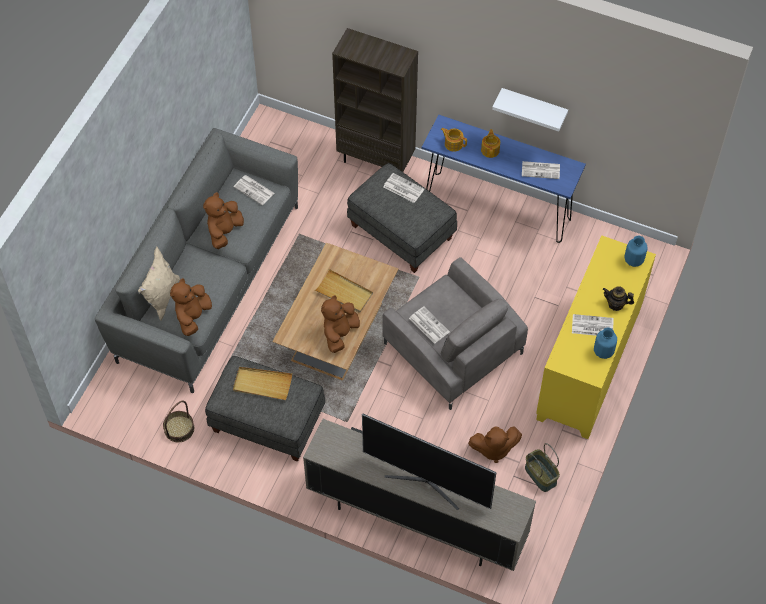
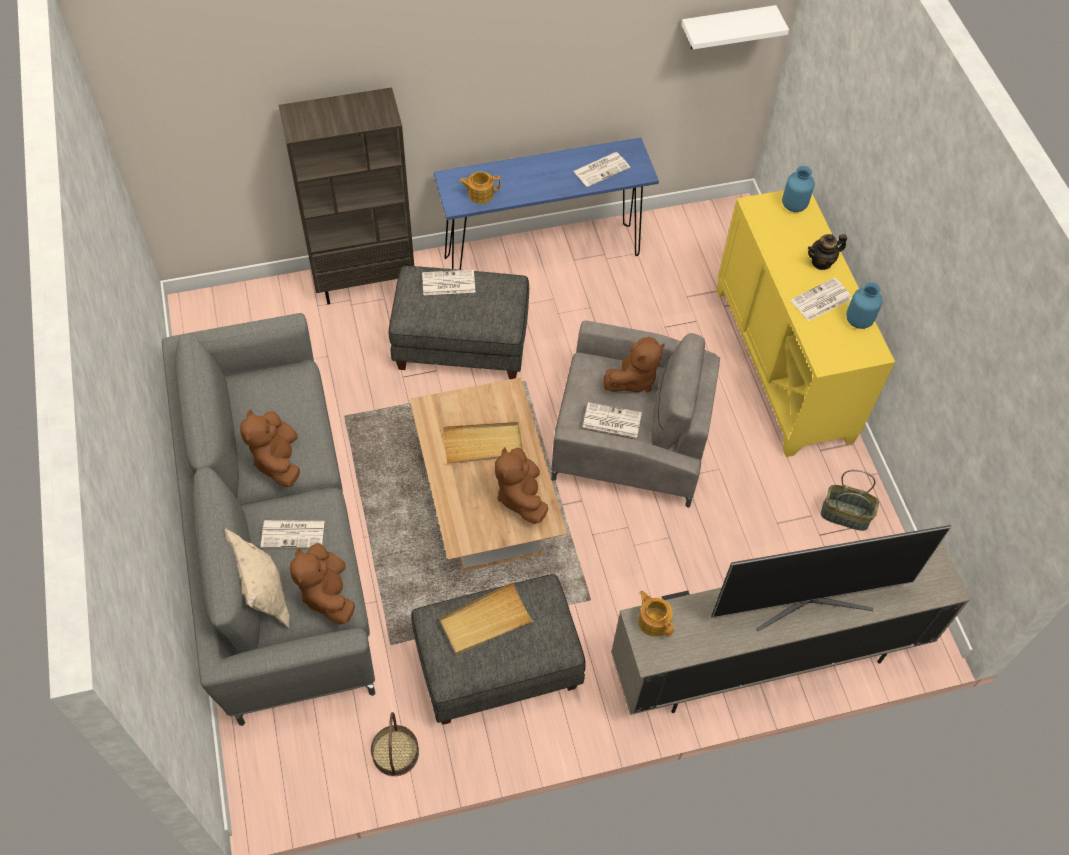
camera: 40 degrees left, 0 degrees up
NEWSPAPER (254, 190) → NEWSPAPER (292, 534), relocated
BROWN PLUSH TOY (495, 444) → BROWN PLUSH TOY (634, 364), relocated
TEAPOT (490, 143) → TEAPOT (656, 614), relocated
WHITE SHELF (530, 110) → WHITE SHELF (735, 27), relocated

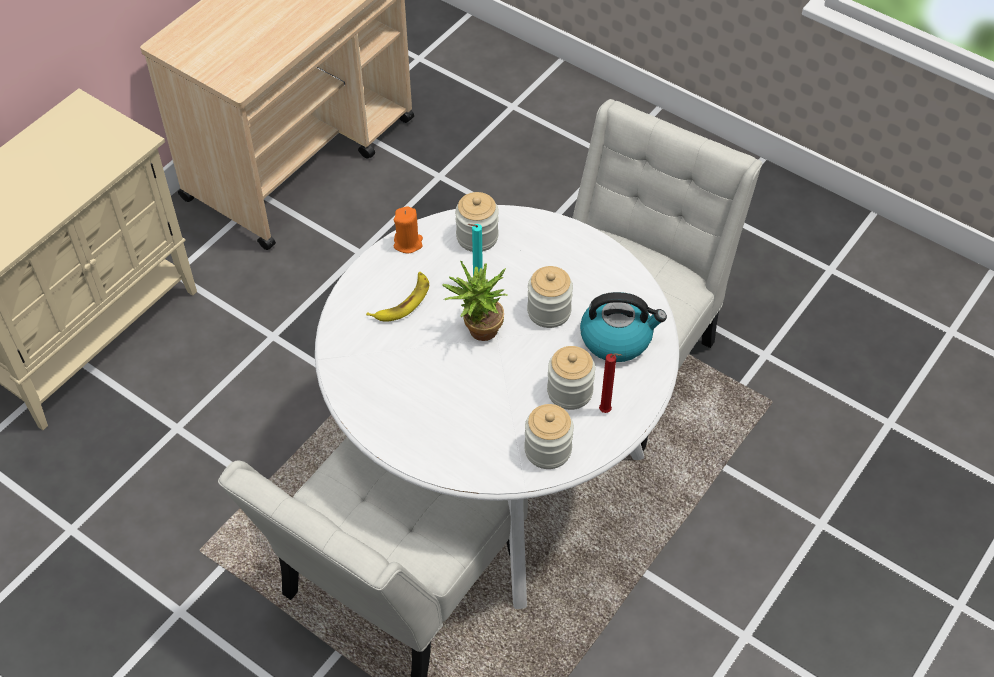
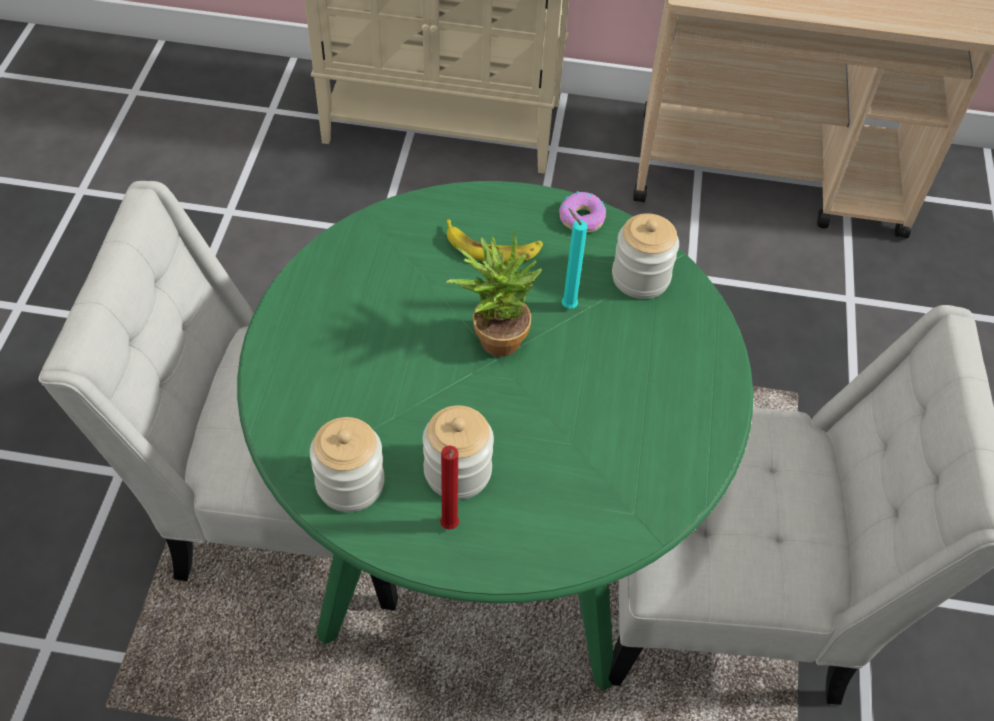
camera: 60 degrees right, 0 degrees up
WHITE DINING TABLE (497, 407) → GREEN DINING TABLE (495, 436)
ORANGE CANDLE (408, 229) → DONUT (582, 211)
JAR (550, 297) → -
KETTLE (623, 327) → -

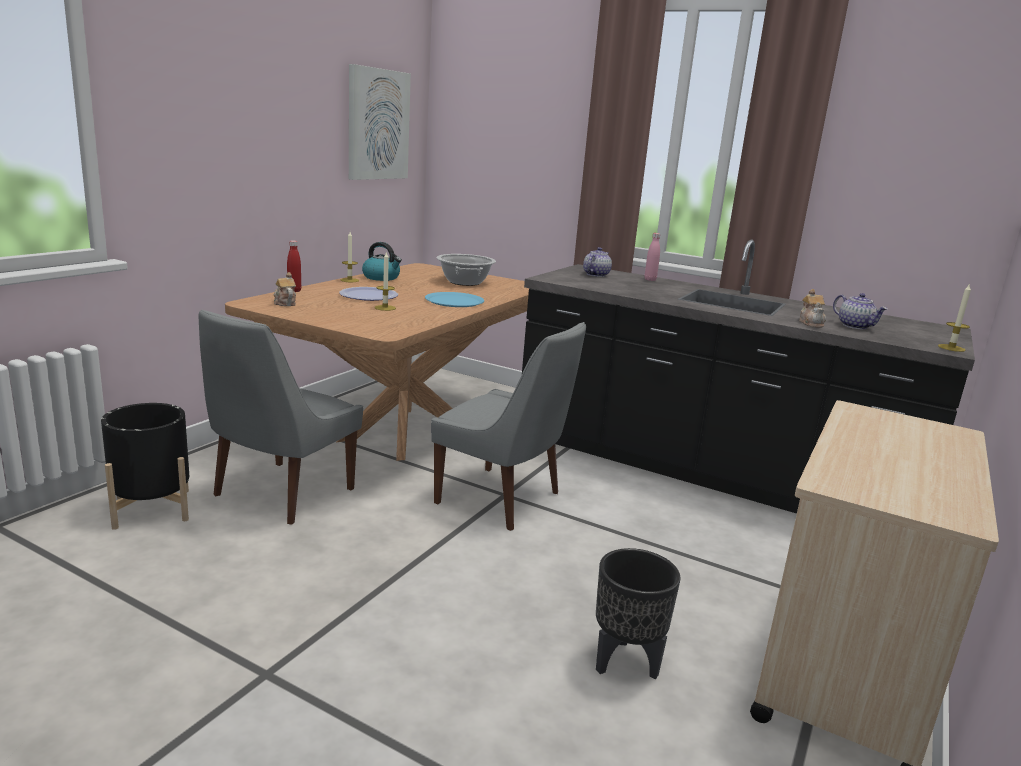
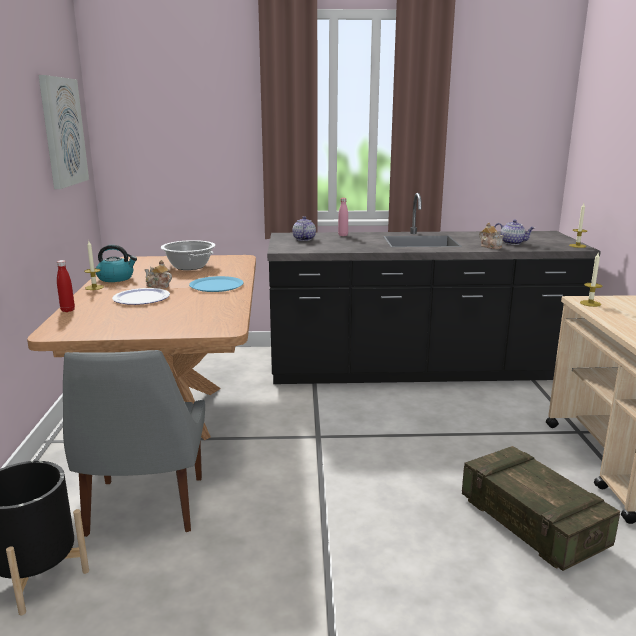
camera: 30 degrees left, 0 degrees up
TEAPOT (285, 289) → TEAPOT (158, 274), relocated
CANDLE (385, 281) → CANDLE (591, 280), relocated
GREY CHAIR (508, 426) → -
BLACK PLANTER (638, 613) → CRATE (541, 508)

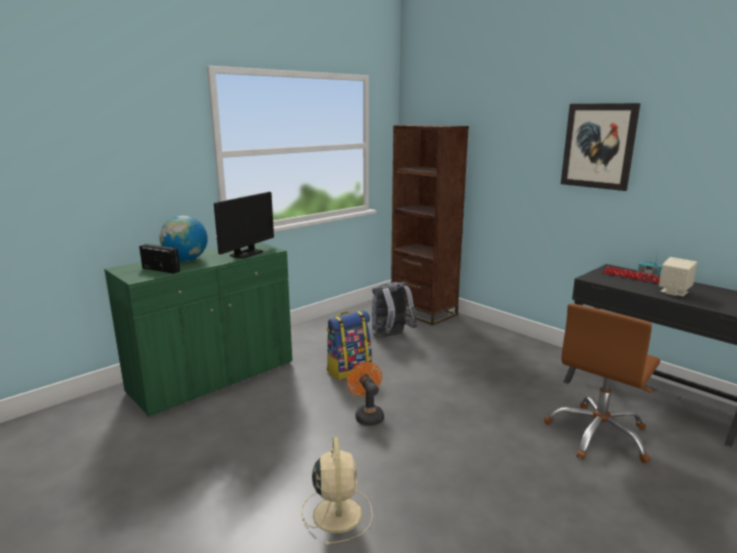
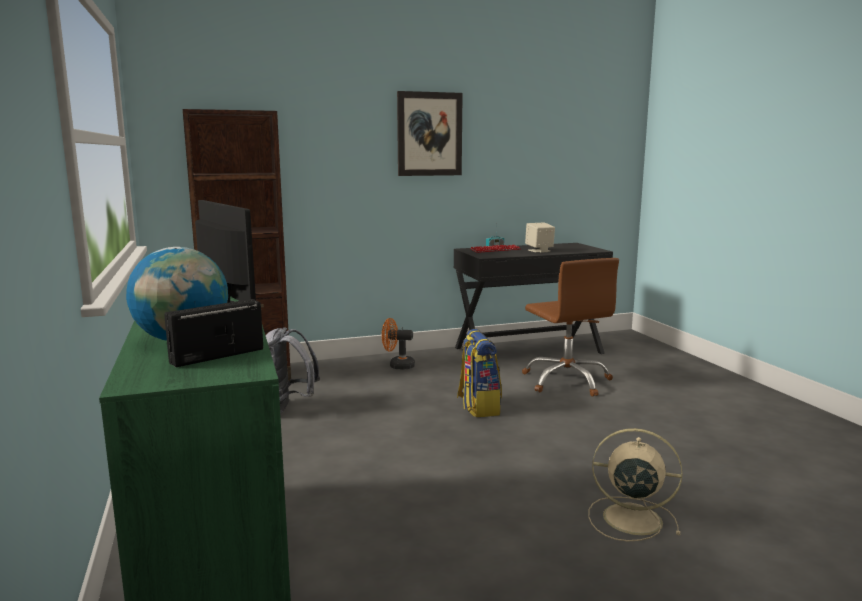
camera: 65 degrees left, 5 degrees down
BACKPACK (349, 345) → BACKPACK (479, 373), relocated
ORANGE FAN (365, 394) → ORANGE FAN (398, 343), relocated

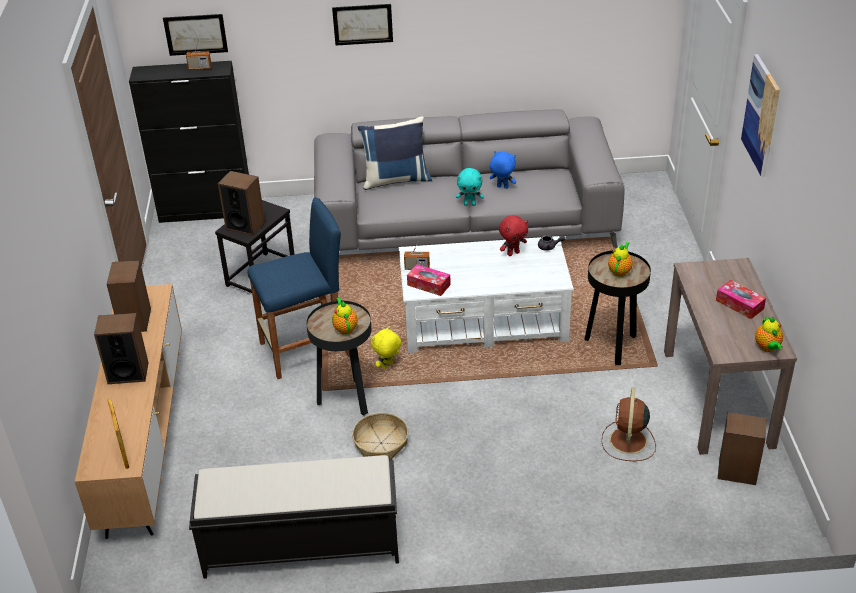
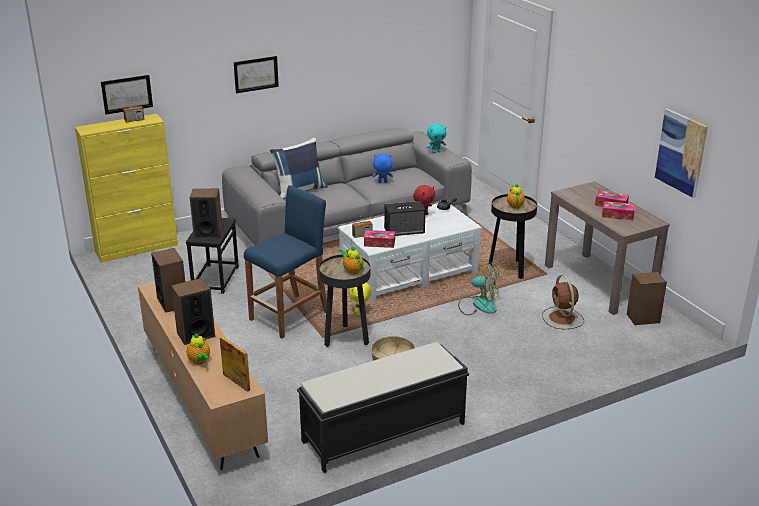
camera: 25 degrees left, 10 degrees down
BLACK CABINET (189, 142) → YELLOW CABINET (126, 188)
TURQUOISE PLUSH TOY (470, 187) → TURQUOISE PLUSH TOY (436, 138), relocated
PICTURE (760, 115) → PICTURE (681, 153), relocated
TEAPOT (769, 334) → TEAPOT (198, 348), relocated
- → SPEAKER (404, 218)
- → FAN (478, 288)
- → TISSUE BOX (618, 210)

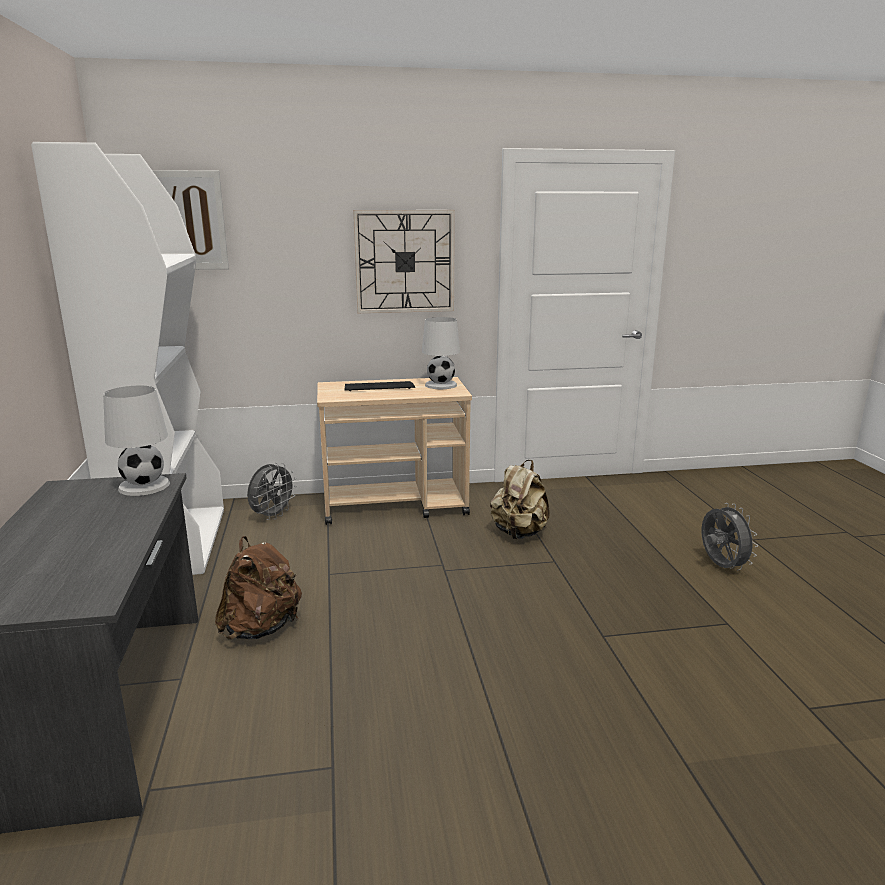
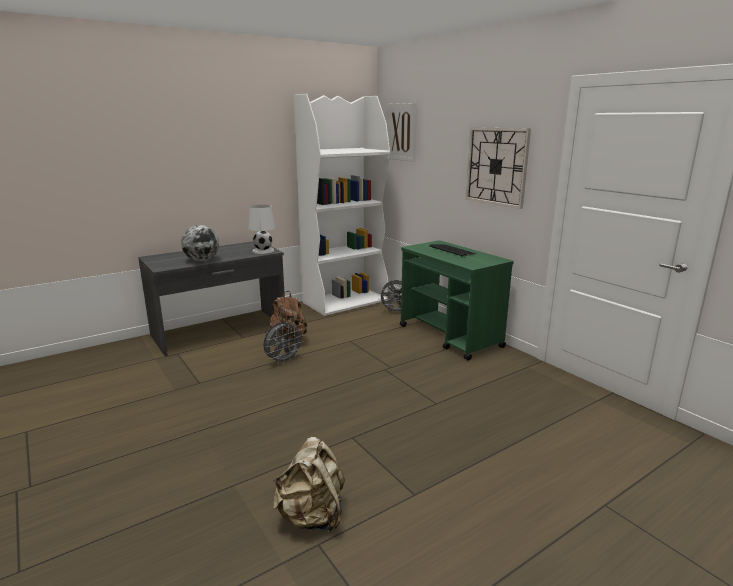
camera: 65 degrees right, 0 degrees up
BEIGE CART (394, 451) → GREEN CART (457, 300)
WHITE TABLE LAMP (441, 353) → -
BEIGE BACKPACK (520, 499) → BEIGE BACKPACK (309, 485), relocated
GREY FAN (729, 536) → GREY FAN (283, 343), relocated
- → GLOBE (200, 243)

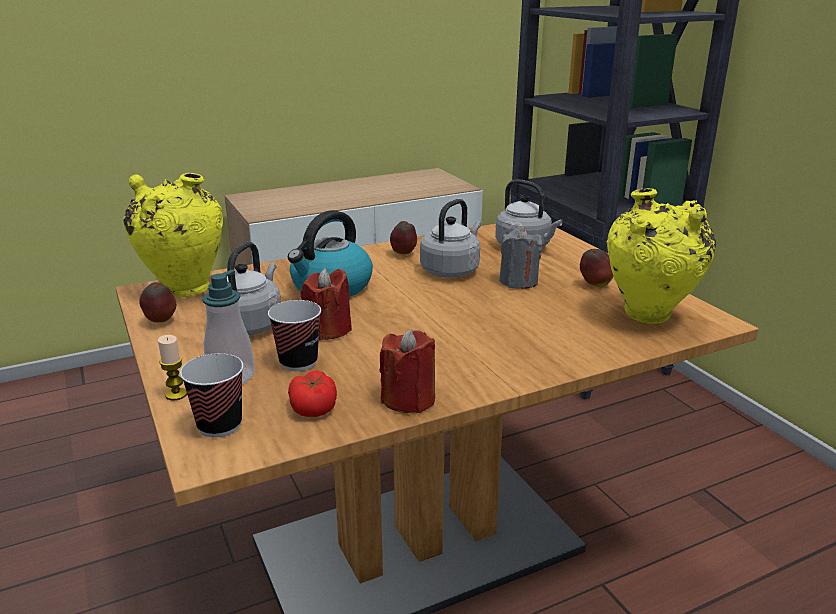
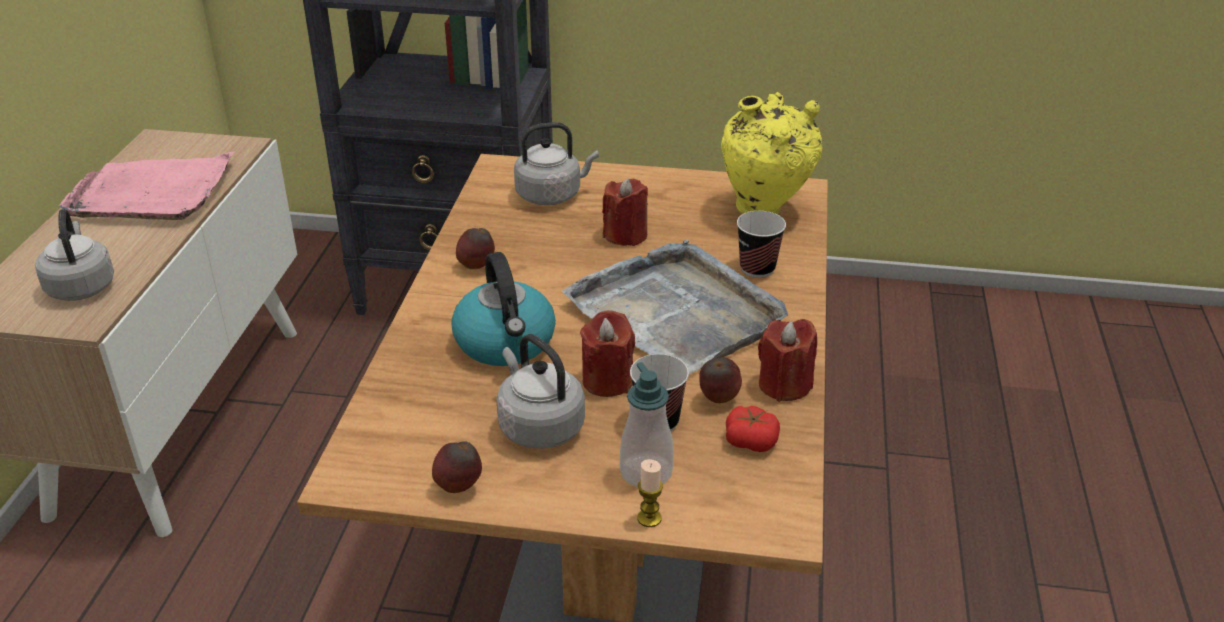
camera: 55 degrees left, 10 degrees up
YELLOW VASE (173, 235) → -
CUP (212, 395) → CUP (761, 244), relocated
GREY KETTLE (450, 238) → GREY KETTLE (74, 255), relocated
GREY CANDLE (521, 258) → RED CANDLE (625, 212)
APPLE (596, 268) → APPLE (720, 380), relocated
- → PINK TRAY (147, 185)
- → GREY TRAY (675, 307)

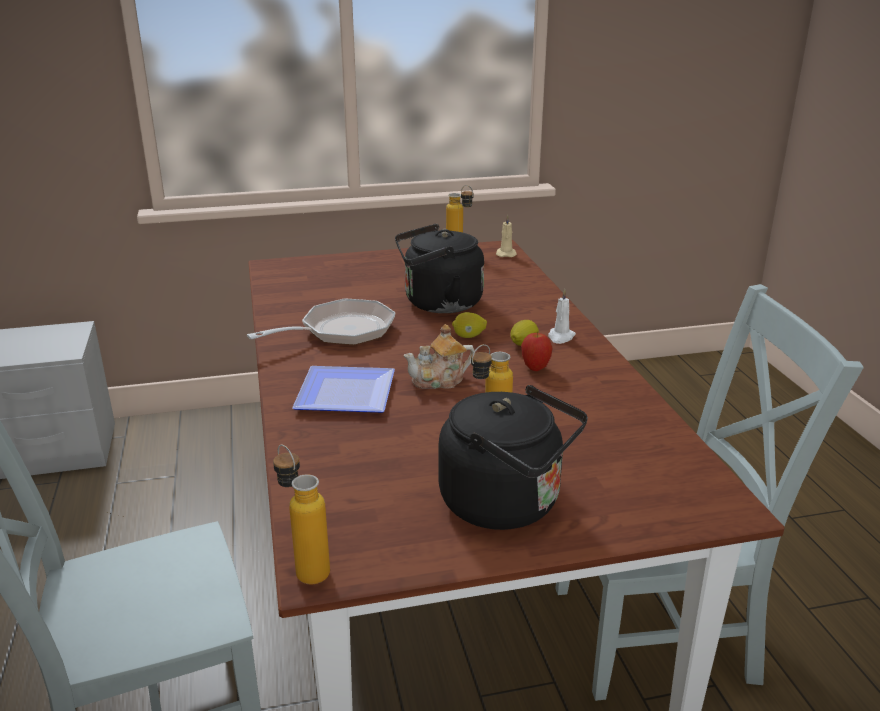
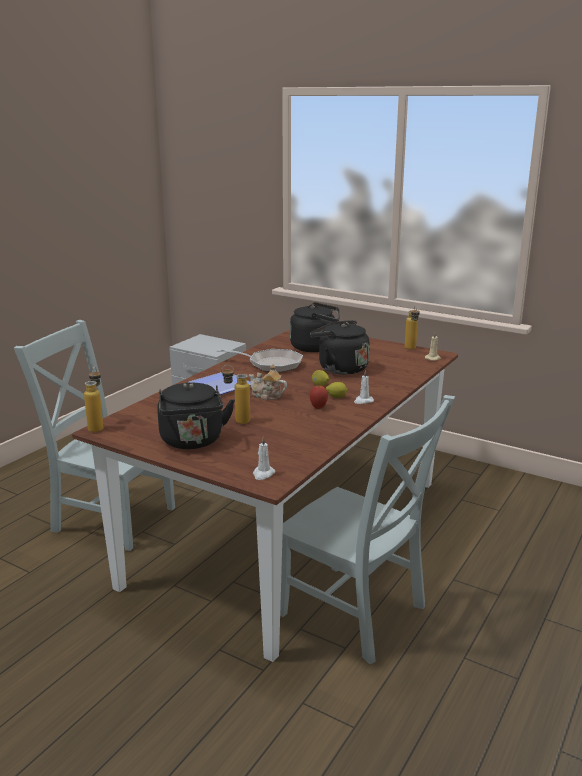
camera: 45 degrees right, 5 degrees down
- → WHITE CANDLE (264, 458)
- → BLACK KETTLE (315, 327)

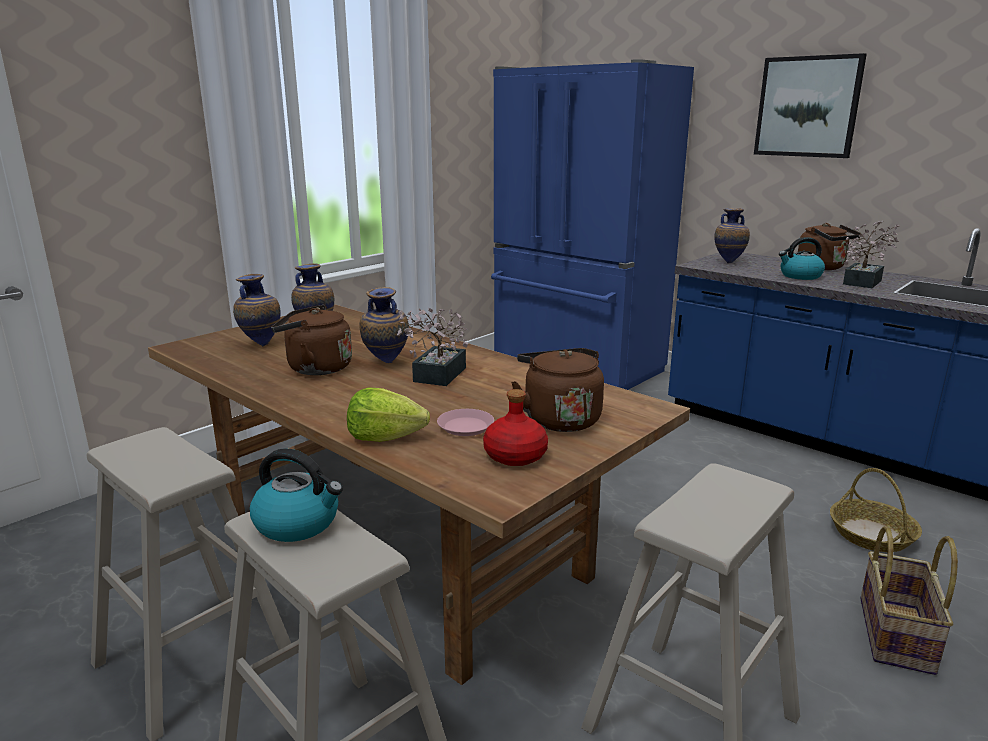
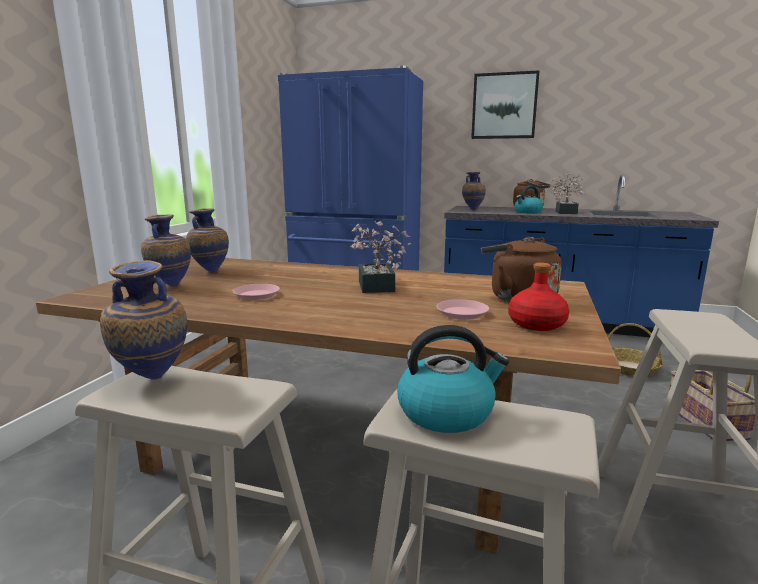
camera: 25 degrees left, 5 degrees down
BROWN KETTLE (311, 340) → PINK PLATE (256, 292)
LETTUCE (388, 415) → -
VASE (384, 325) → VASE (143, 320), relocated

